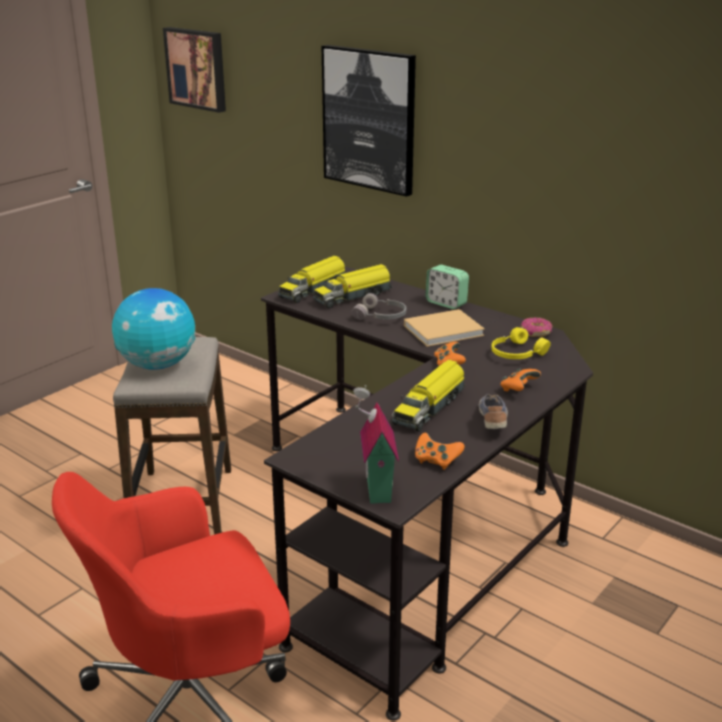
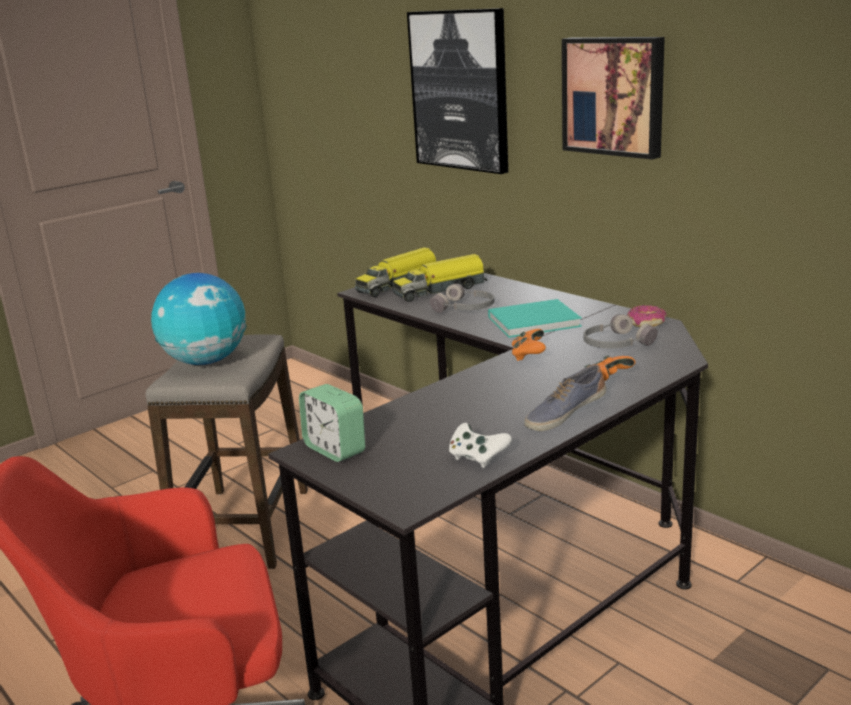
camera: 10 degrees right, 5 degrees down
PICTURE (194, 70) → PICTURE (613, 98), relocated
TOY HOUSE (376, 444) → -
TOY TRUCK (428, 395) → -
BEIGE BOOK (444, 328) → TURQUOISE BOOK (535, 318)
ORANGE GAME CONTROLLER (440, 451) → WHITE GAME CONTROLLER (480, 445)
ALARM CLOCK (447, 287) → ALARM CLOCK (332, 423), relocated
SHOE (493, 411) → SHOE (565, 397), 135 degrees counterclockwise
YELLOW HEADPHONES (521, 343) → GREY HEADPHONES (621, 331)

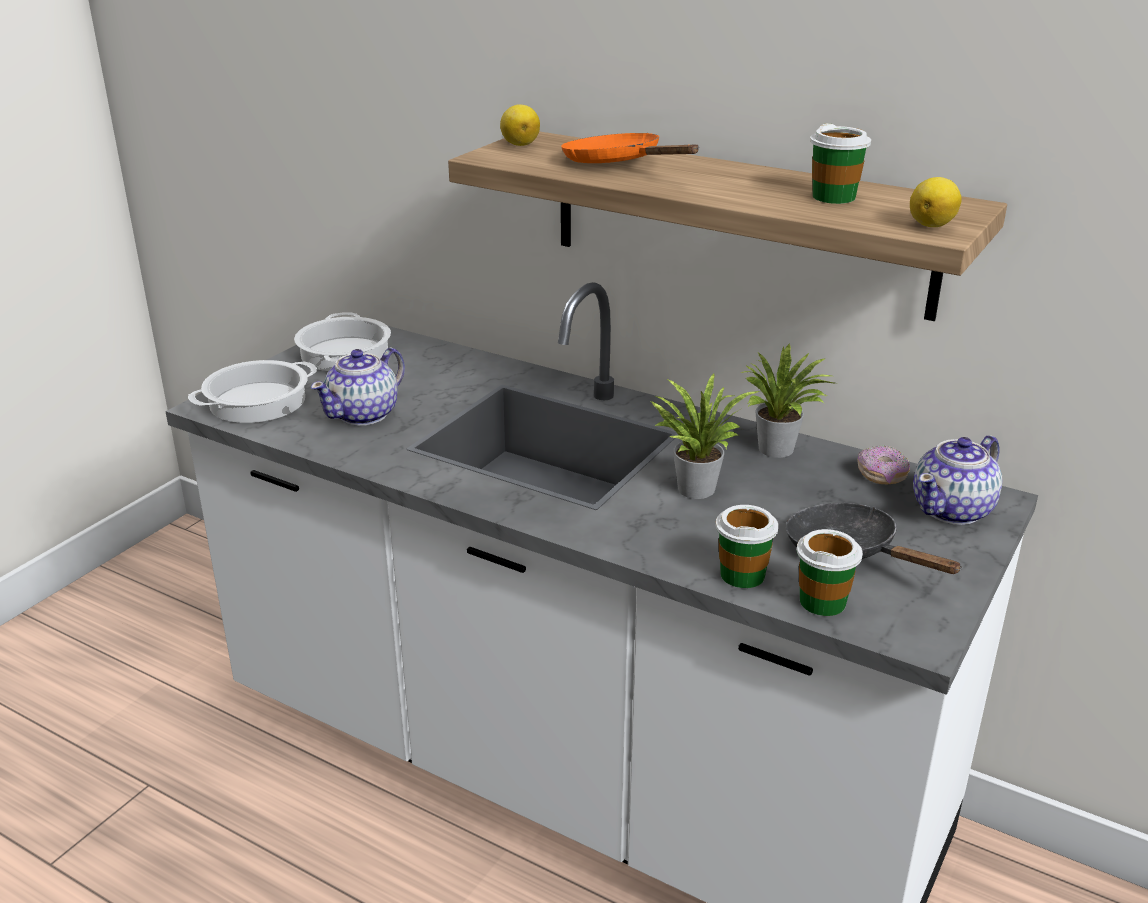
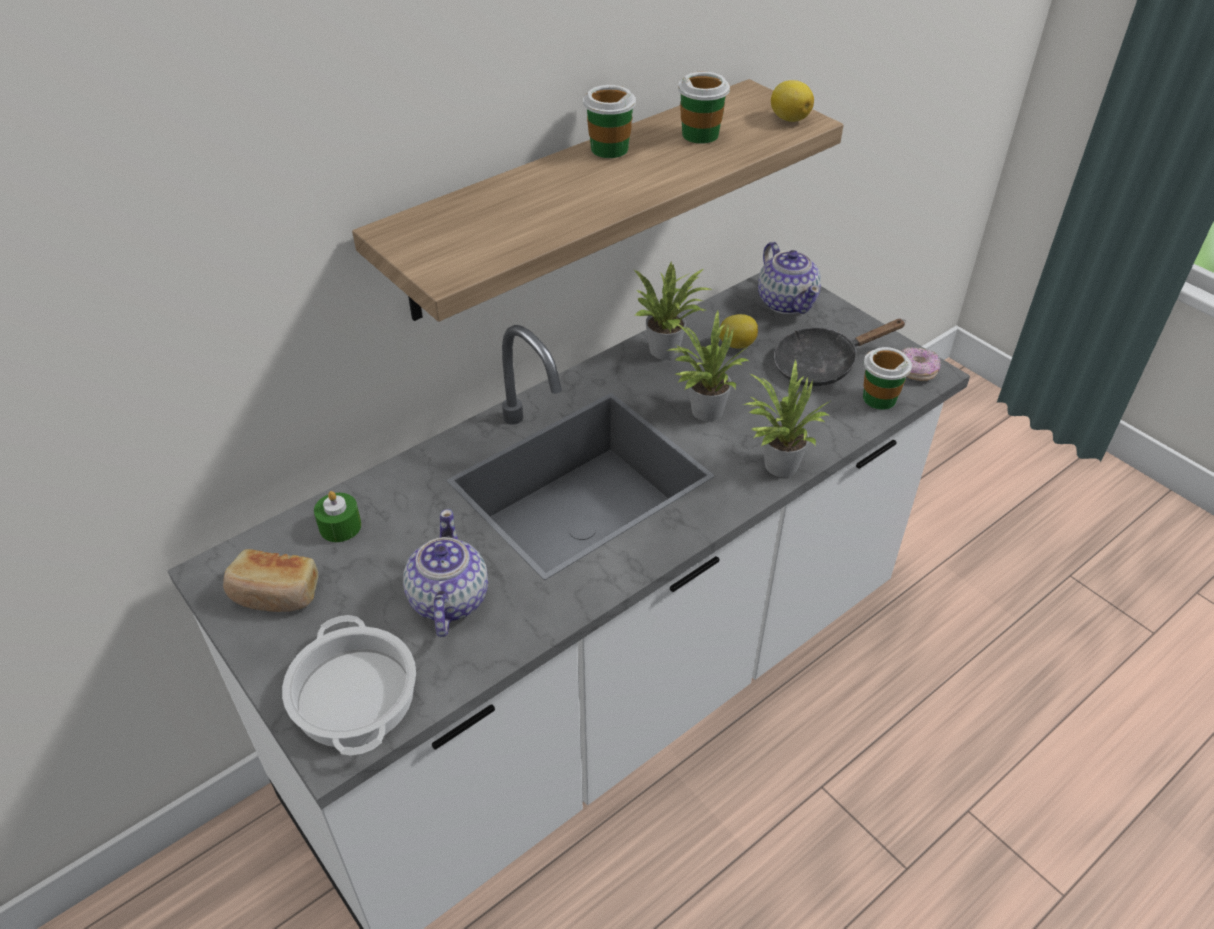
camera: 70 degrees left, 15 degrees up
COOKING POT (342, 341) → BREAD (270, 580)
TEAPOT (358, 386) → TEAPOT (445, 573), 150 degrees counterclockwise
LEMON (520, 125) → LEMON (738, 331), relocated
ORANGE FRYING PAN (630, 148) → -
CUP (747, 546) → CUP (609, 121), relocated
DONUT (883, 464) → DONUT (921, 364), relocated
- → GREEN CANDLE (337, 516)
- → POTTED PLANT (786, 418)

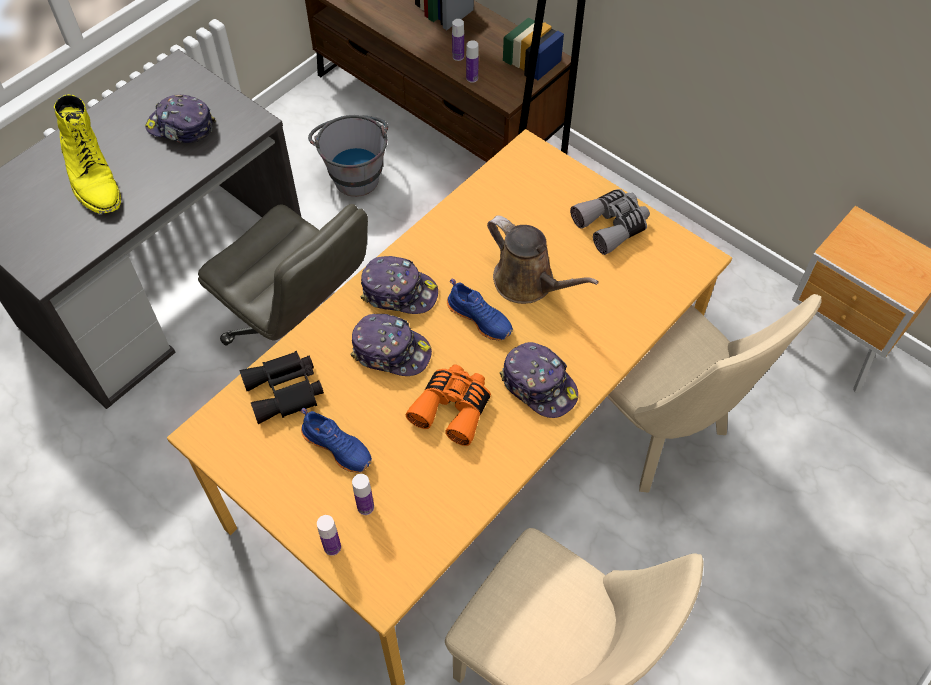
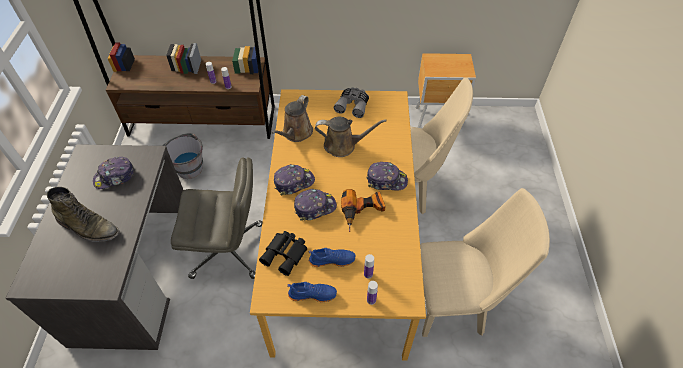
camera: 40 degrees left, 5 degrees down
YELLOW BOOT (87, 154) → GREEN BOOT (83, 214)
ORANGE BINOCULARS (448, 405) → POWER DRILL (363, 210)
BLUE SHOE (480, 309) → BLUE SHOE (312, 292), relocated
- → BROWN WATERING CAN (292, 118)

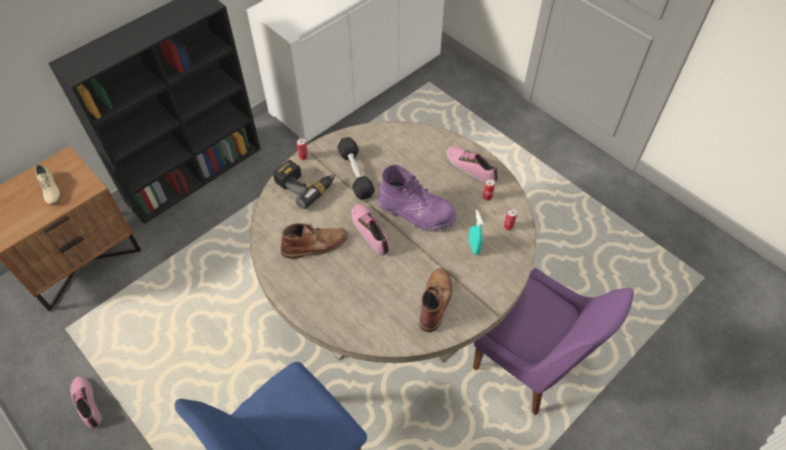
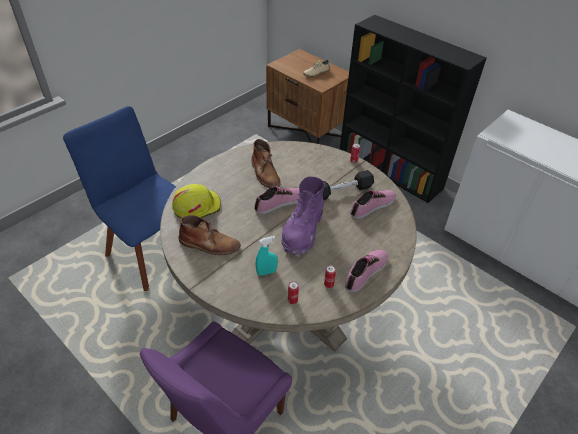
camera: 85 degrees right, 10 degrees down
SHOE (86, 402) → SHOE (373, 204), relocated
POWER DRILL (304, 184) → -
- → YELLOW HARD HAT (196, 201)

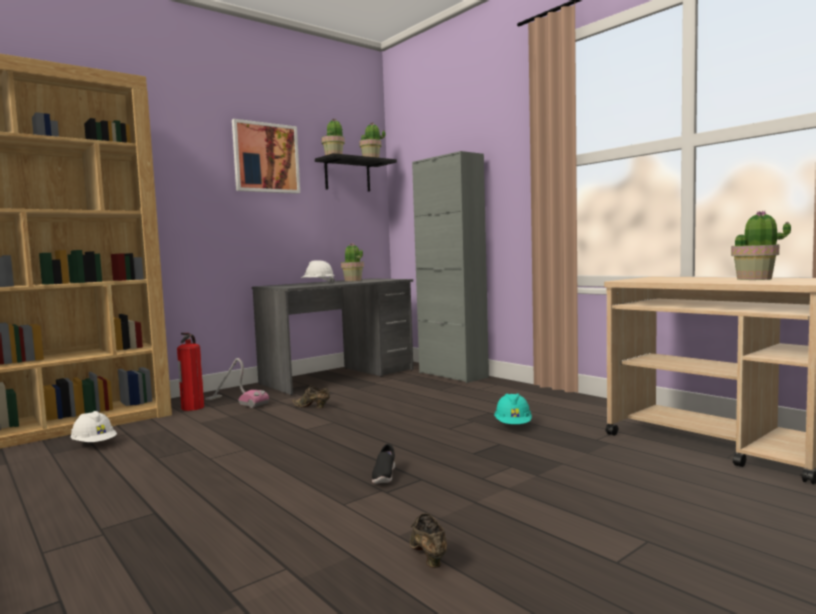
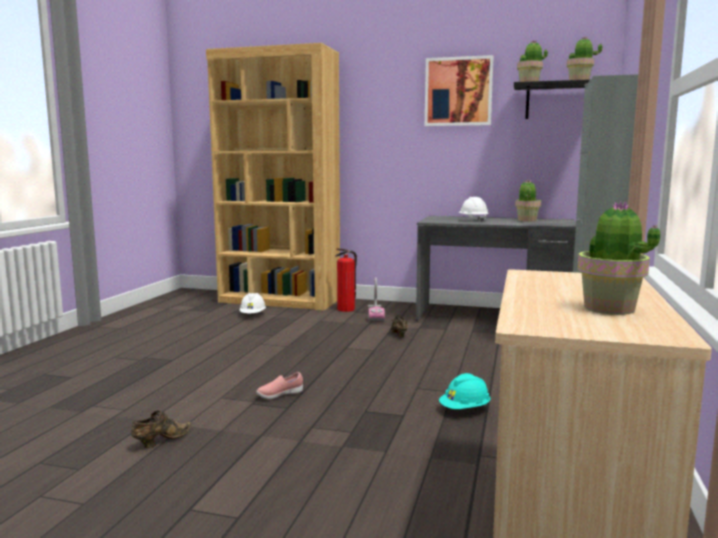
camera: 55 degrees right, 5 degrees up
BLACK SHOE (383, 464) → PINK SHOE (279, 385)

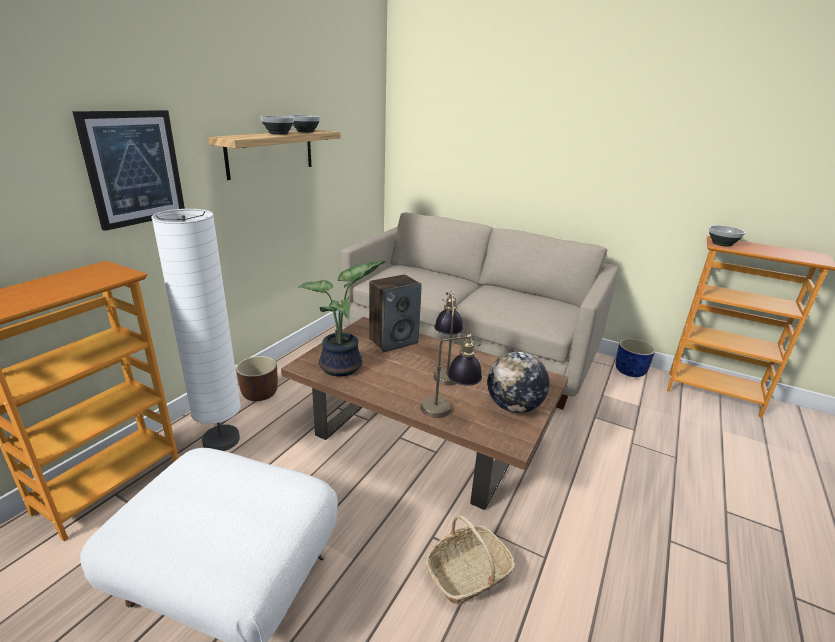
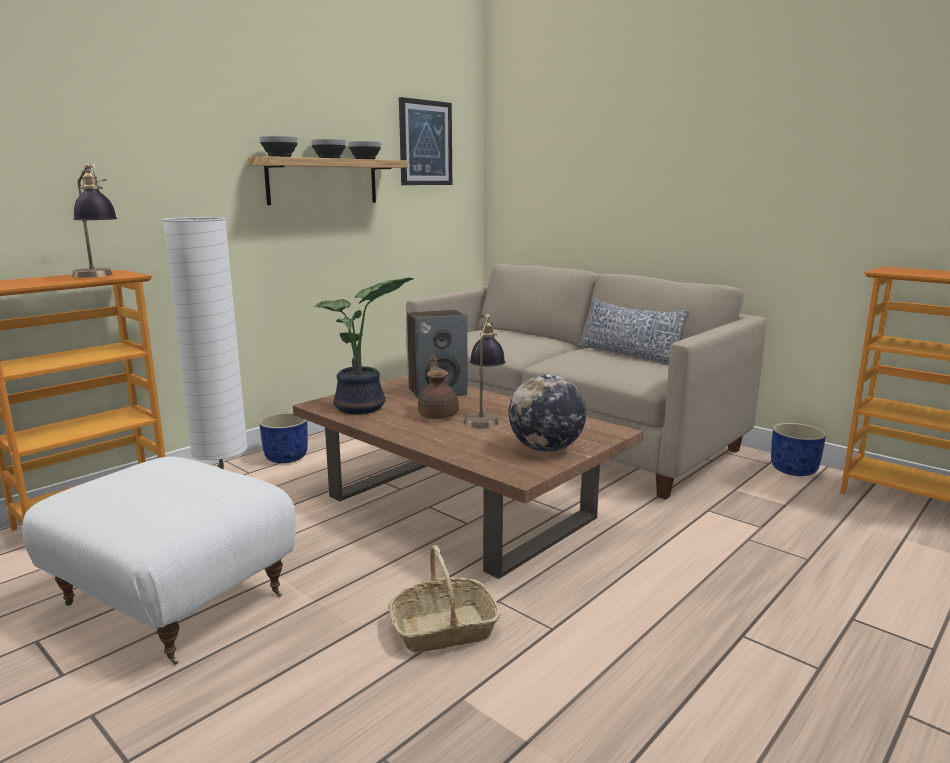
camera: 15 degrees right, 10 degrees down
PICTURE (128, 170) → PICTURE (425, 141), relocated
BROWN PLANTER (257, 378) → BLUE PLANTER (283, 438)
TABLE LAMP (451, 375) → TABLE LAMP (95, 220), relocated
BOWL (727, 236) → BOWL (278, 146), relocated
- → BROWN TEAPOT (438, 387)
- → PILLOW (634, 331)

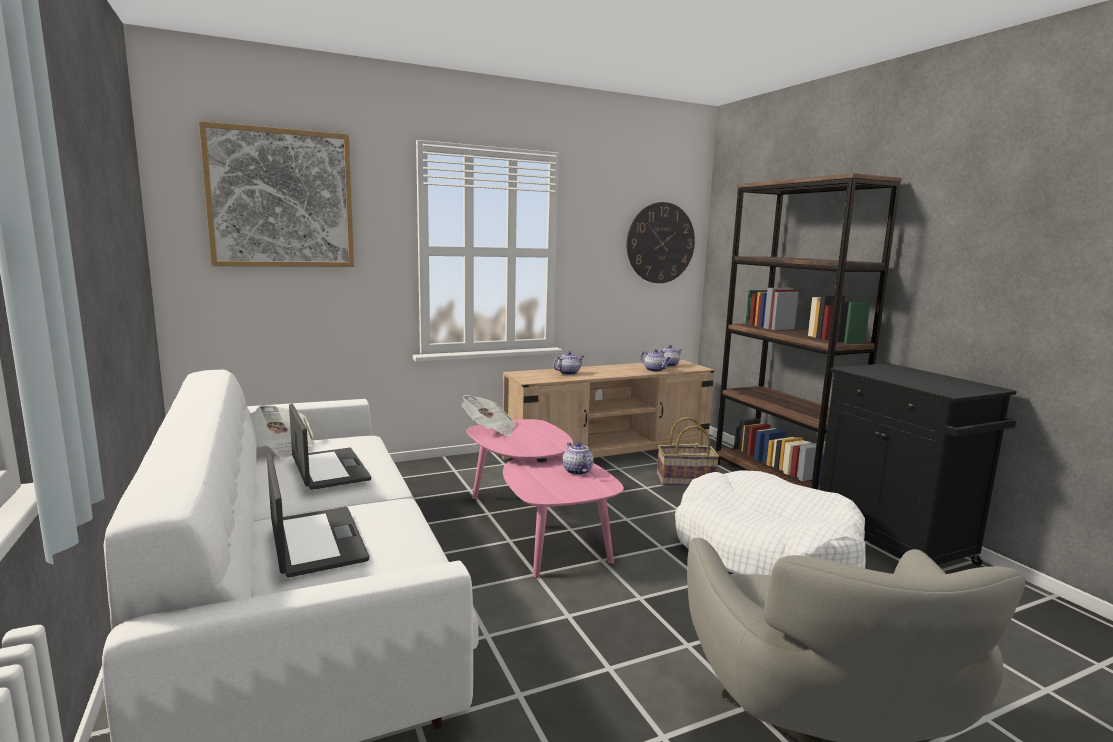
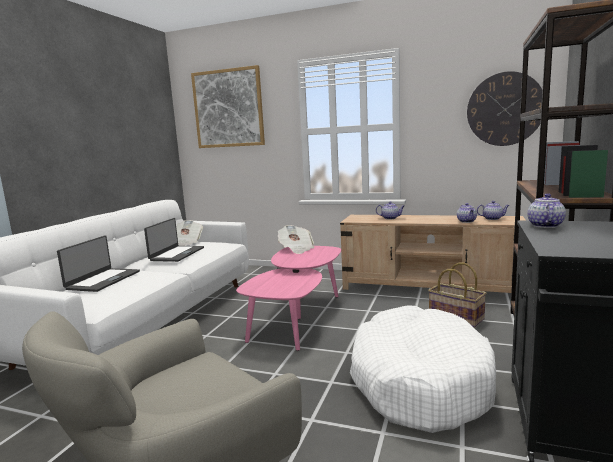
camera: 45 degrees right, 0 degrees up
TEAPOT (578, 458) → TEAPOT (546, 210), relocated

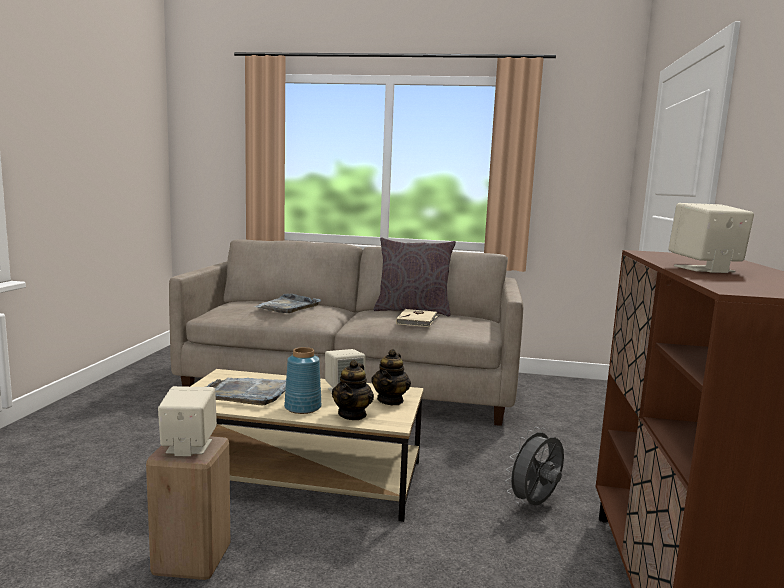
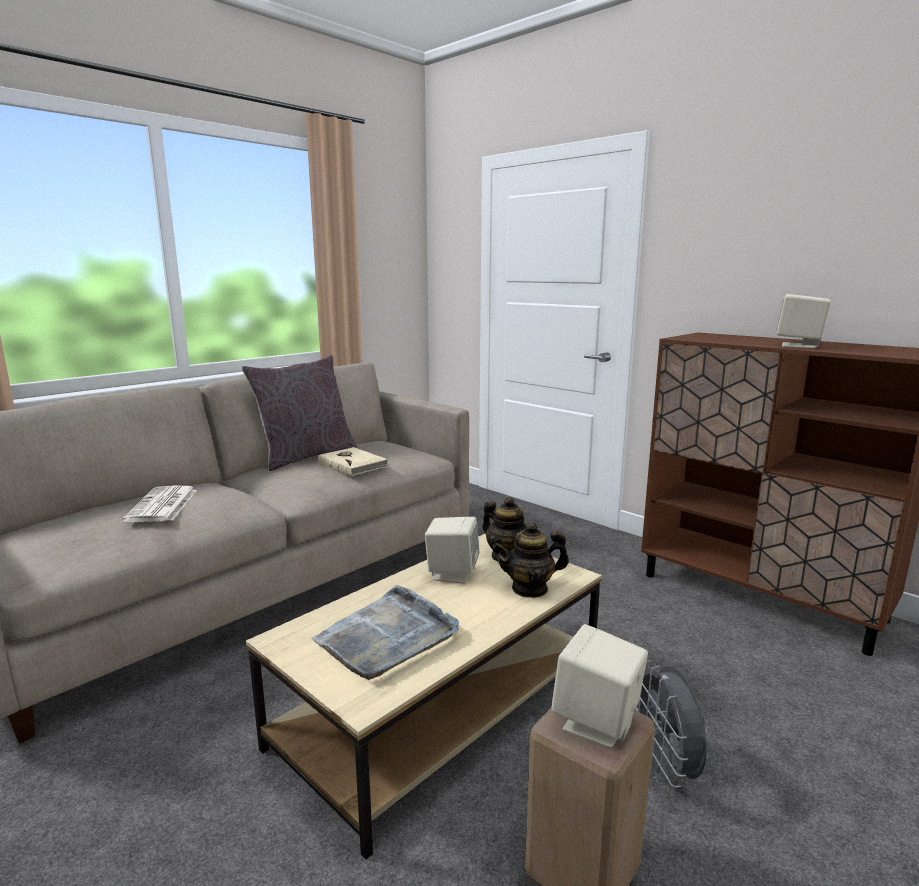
camera: 55 degrees left, 5 degrees up
GREY TRAY (287, 303) → NEWSPAPER (159, 503)
BLUE VASE (303, 380) → -
TEAPOT (353, 390) → TEAPOT (531, 560), 120 degrees clockwise
GREY FAN (534, 466) → GREY FAN (670, 724), relocated

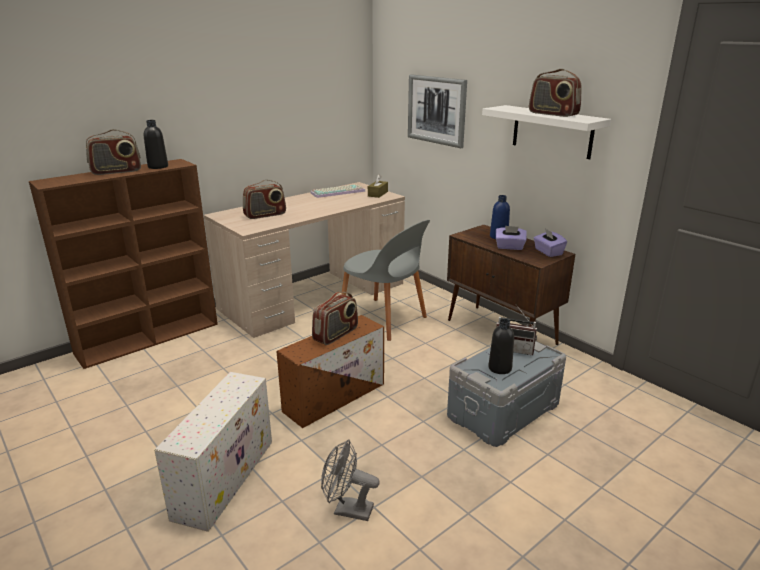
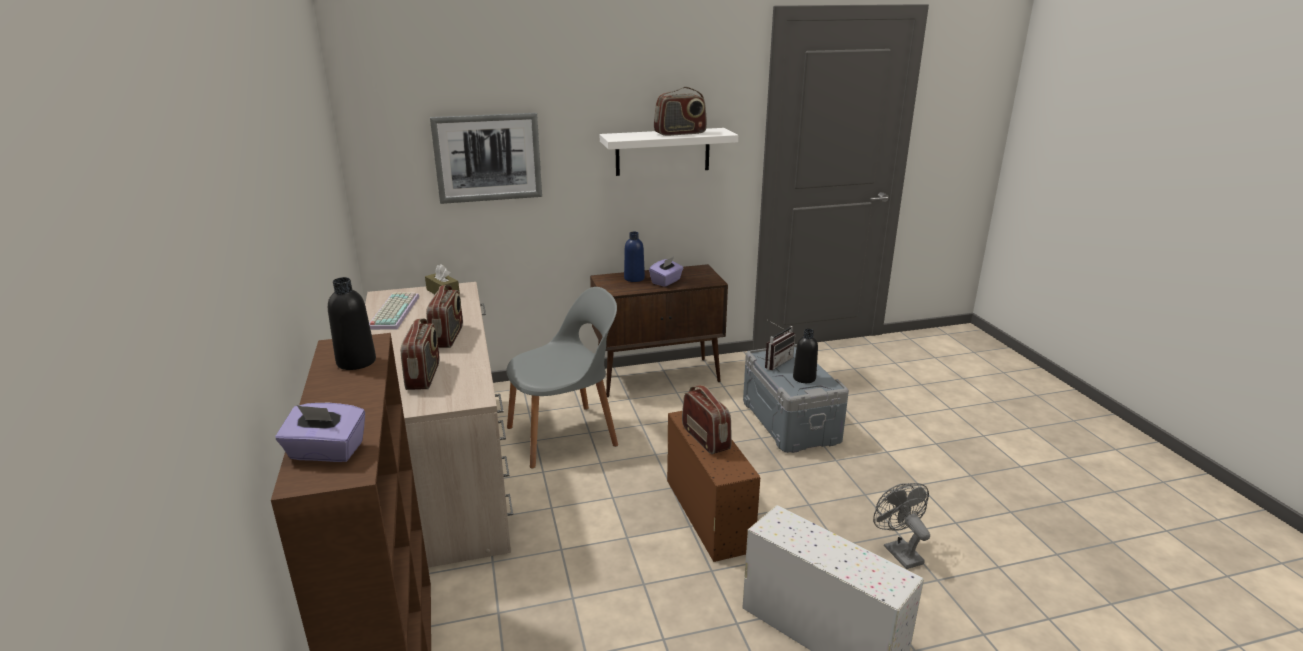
camera: 65 degrees left, 0 degrees up
RADIO (113, 152) → RADIO (444, 316), relocated
GREY FAN (350, 480) → GREY FAN (901, 526), 120 degrees clockwise
PURPLE TISSUE BOX (550, 242) → PURPLE TISSUE BOX (320, 432), relocated

